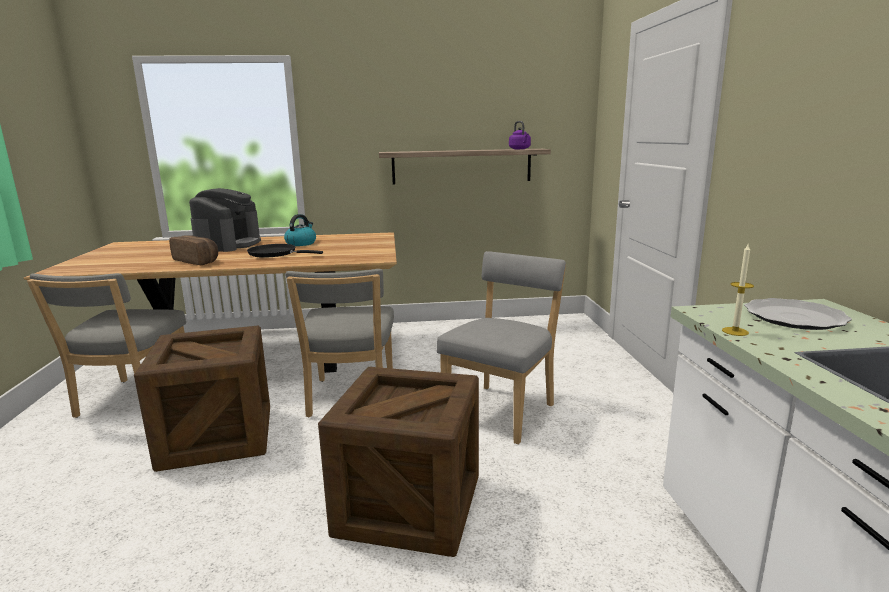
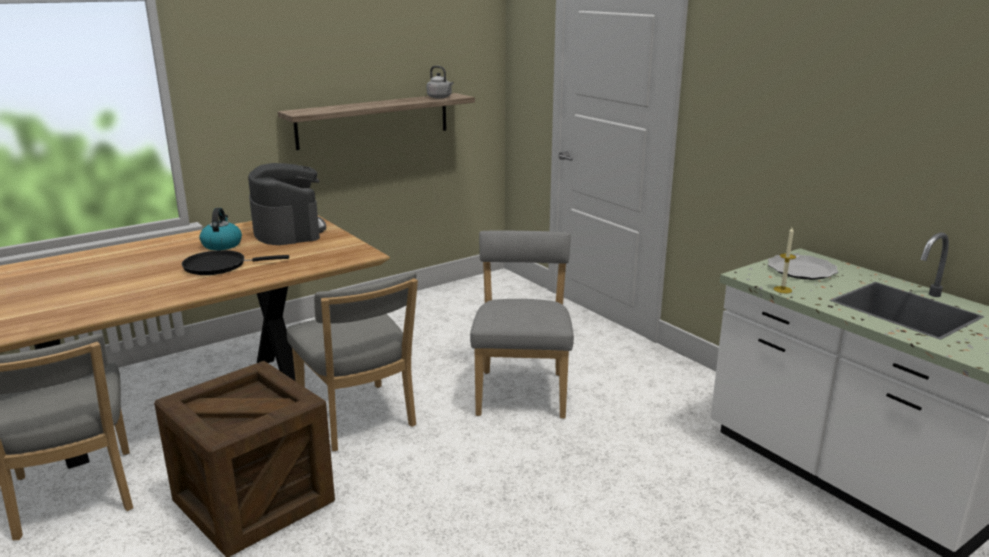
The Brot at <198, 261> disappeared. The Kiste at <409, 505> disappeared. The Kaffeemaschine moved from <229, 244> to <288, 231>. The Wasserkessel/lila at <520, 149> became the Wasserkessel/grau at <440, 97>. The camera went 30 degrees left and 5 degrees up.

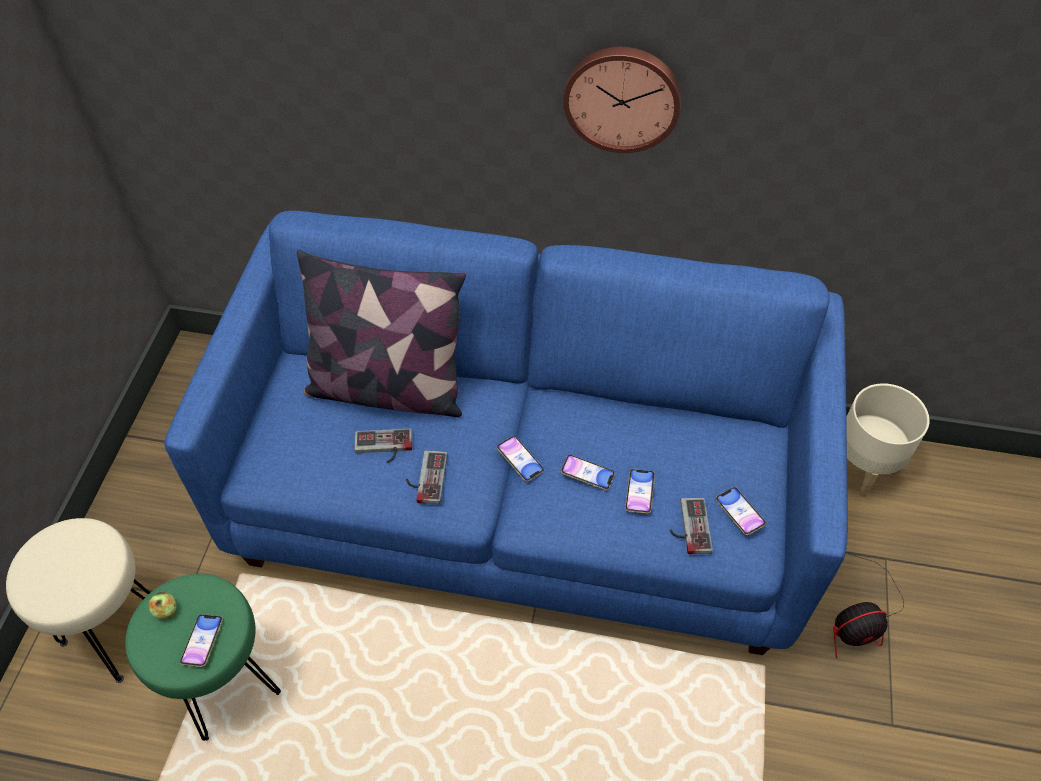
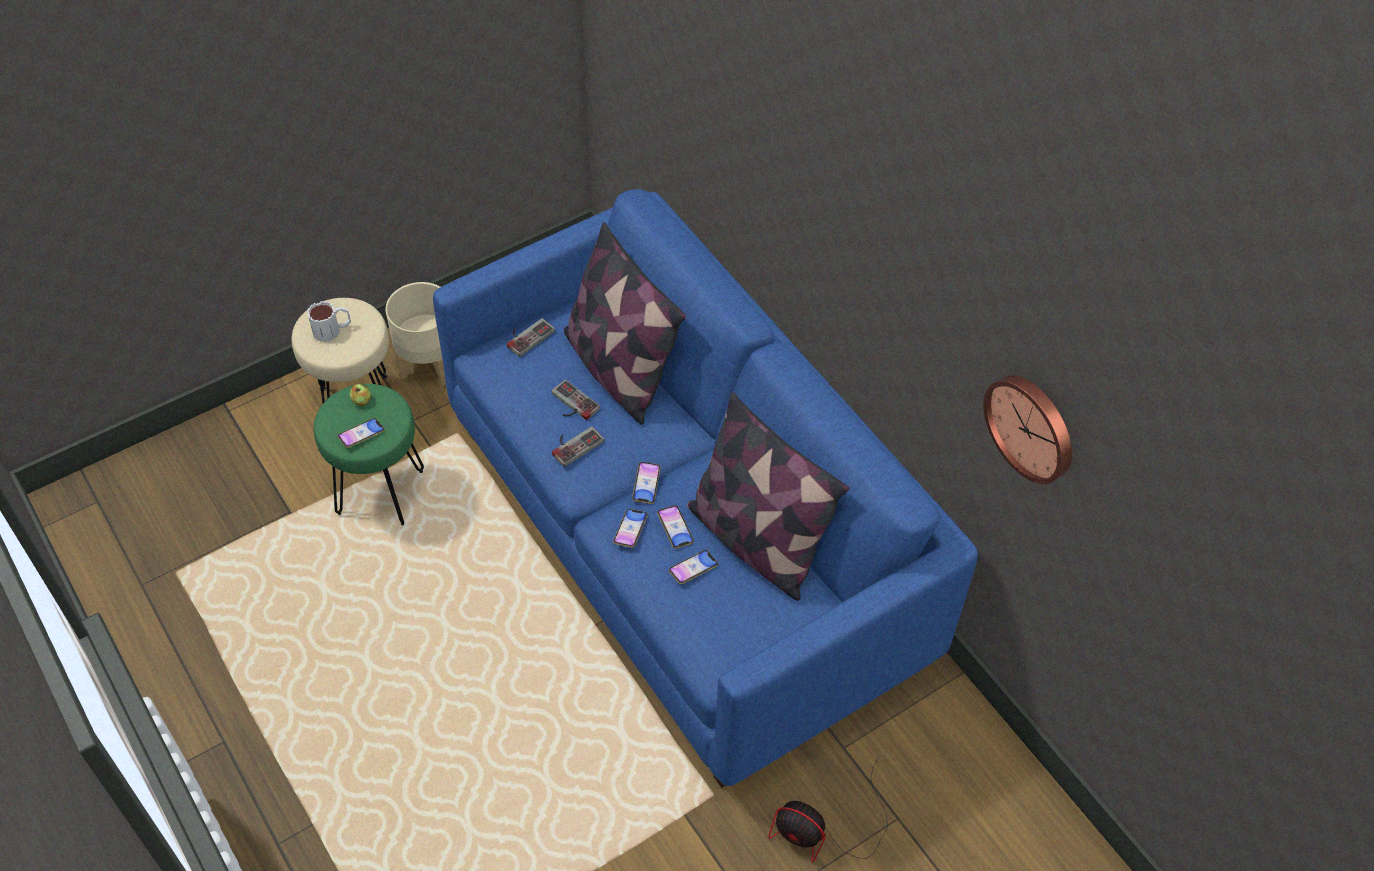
The Henkelbecher at <332, 330> appeared. The Kissen at <756, 540> appeared. The Wanduhr moved from <622, 97> to <1032, 426>. The Gamepad moved from <688, 527> to <527, 335>. The Handy moved from <739, 513> to <630, 530>. The Pflanzkübel/beige moved from <862, 466> to <430, 364>. The camera went 45 degrees right and 0 degrees up.

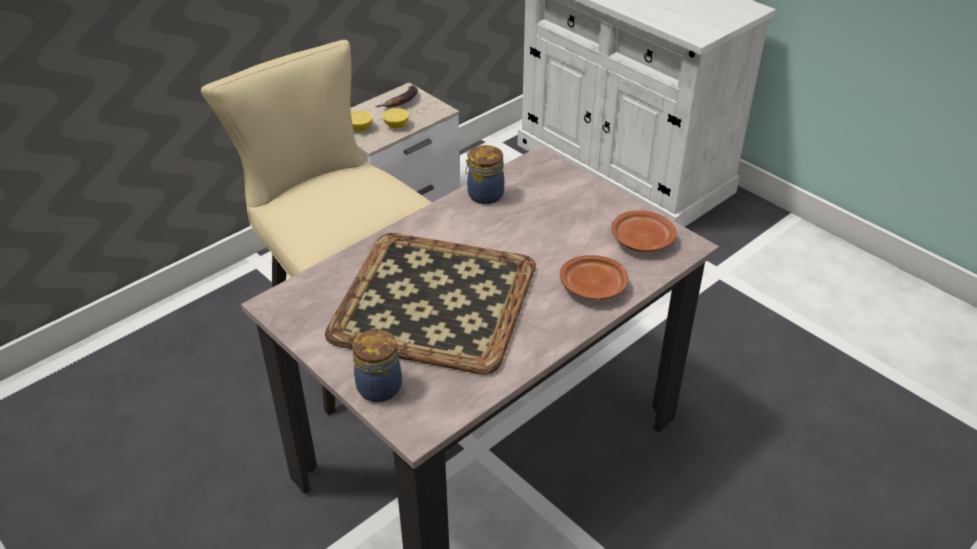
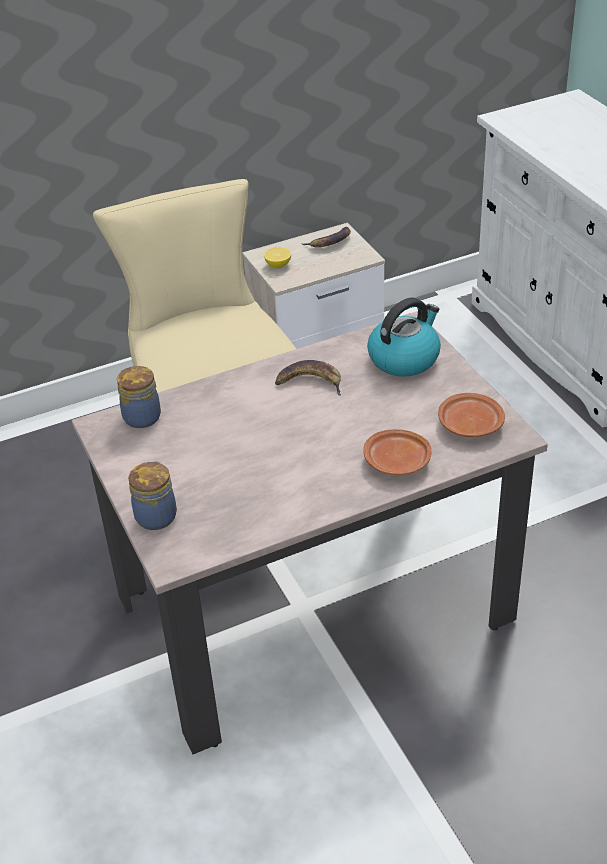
The Tablett at <433, 299> disappeared. The Zitrone at <396, 125> disappeared. The Banane at <310, 382> appeared. The Wasserkessel at <404, 358> appeared. The Vorratsglas moved from <484, 194> to <141, 416>. The camera went 20 degrees right and 0 degrees up.

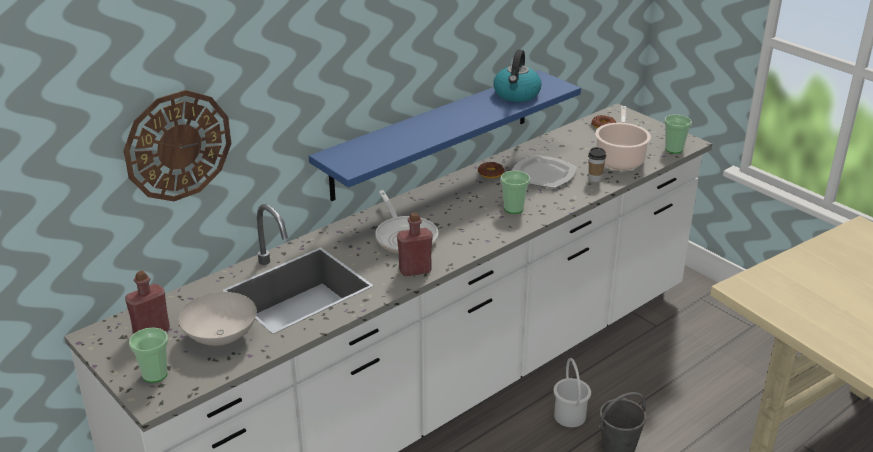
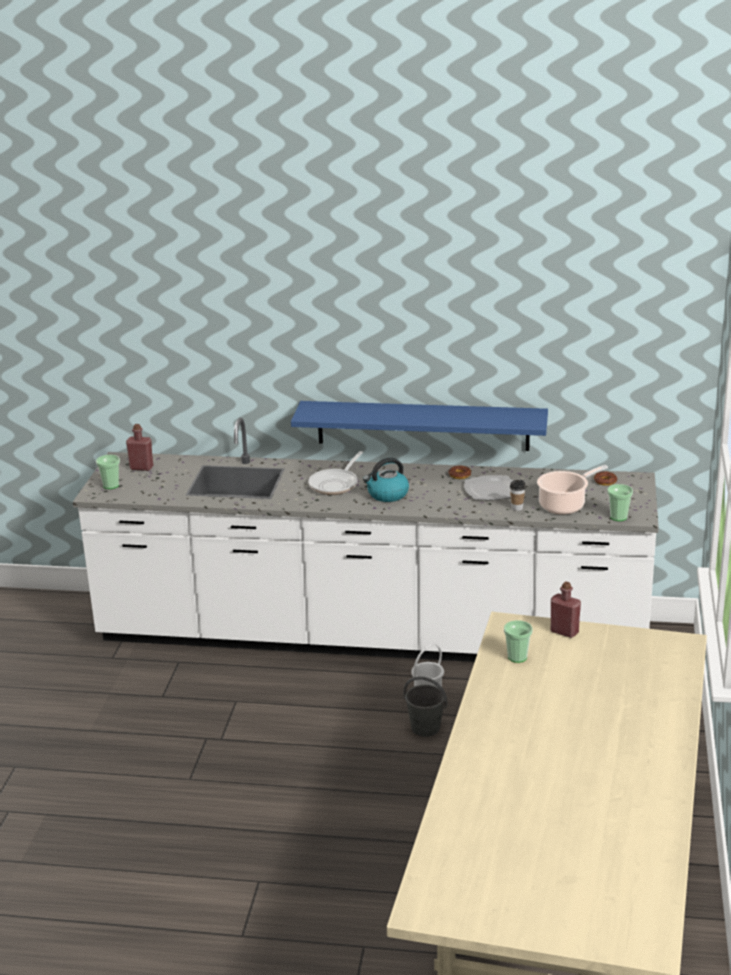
The Wanduhr at <178, 145> disappeared. The Schüssel/weiß at <219, 337> disappeared. The Flasche/rot moved from <415, 270> to <564, 631>. The Wasserkessel moved from <517, 94> to <387, 495>. The Tasse moved from <513, 208> to <517, 657>. The camera went 50 degrees right and 5 degrees down.

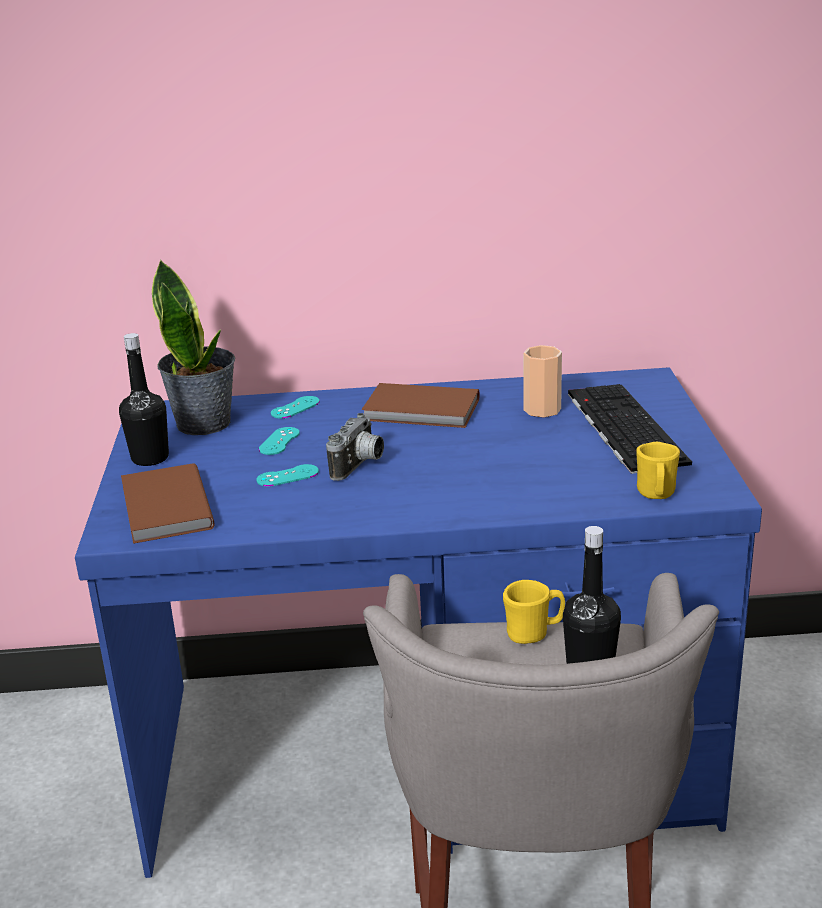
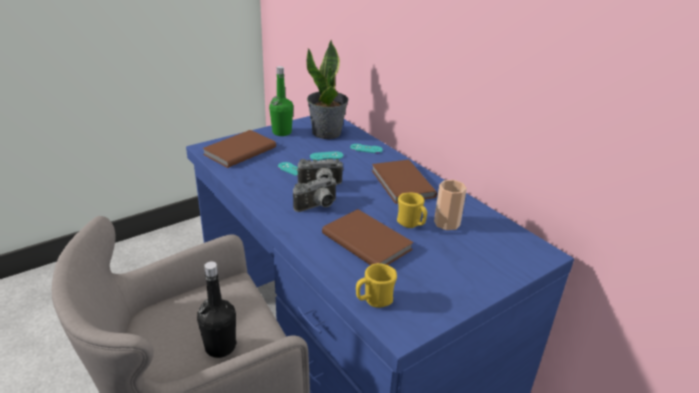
The Tastatur at <622, 427> disappeared. The Kamera at <318, 207> appeared. The Buch/braun at <367, 240> appeared. The Henkelbecher/gelb moved from <533, 633> to <411, 224>. The Flasche/schwarz at <150, 458> became the Flasche/grün at <282, 132>. The camera went 55 degrees right and 5 degrees up.

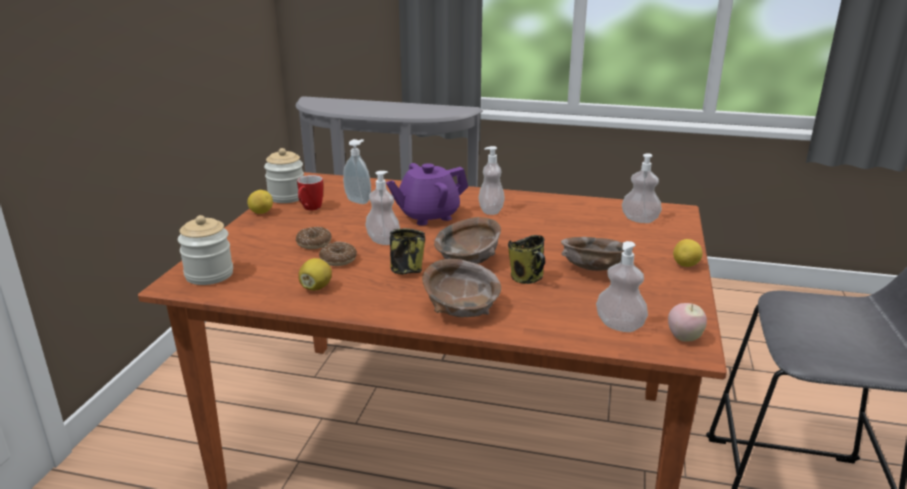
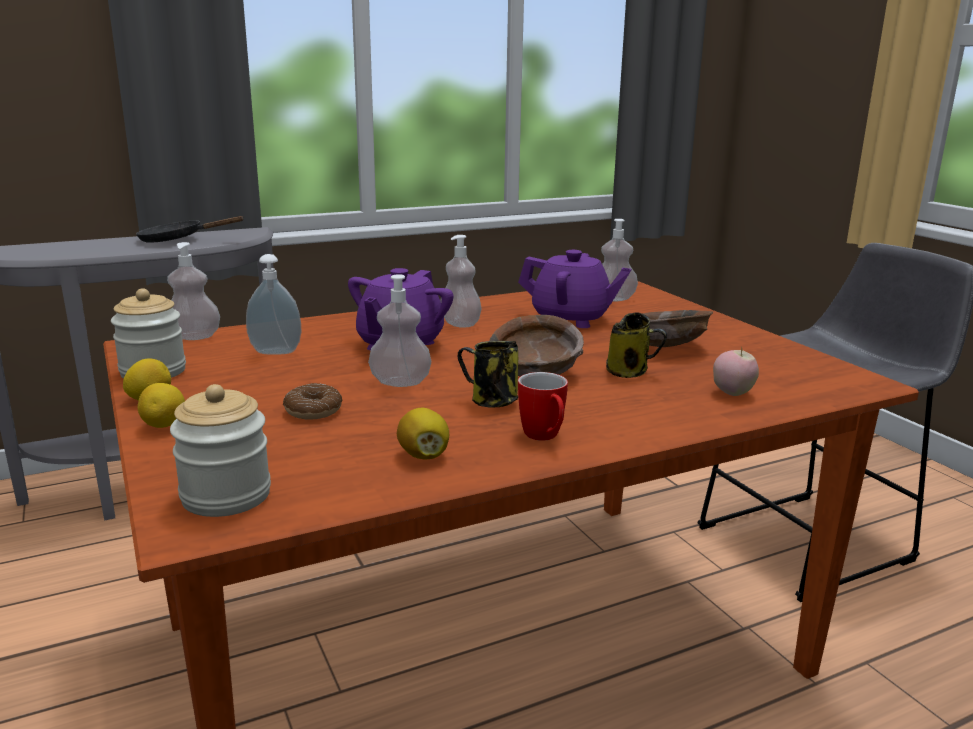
The Donut at <338, 260> disappeared. The Schüssel/braun at <460, 308> disappeared. The Pfanne/schwarz at <178, 240> appeared. The Teekanne/lila at <571, 319> appeared. The Henkelbecher moved from <309, 209> to <545, 438>. The Seifenspender moved from <619, 325> to <194, 337>. The Apfel moved from <684, 338> to <732, 393>. The Zitrone moved from <686, 265> to <165, 426>. The camera went 40 degrees left and 5 degrees down.

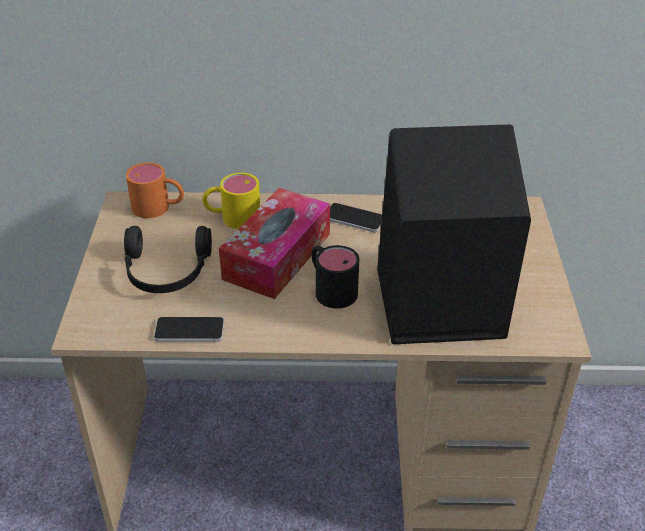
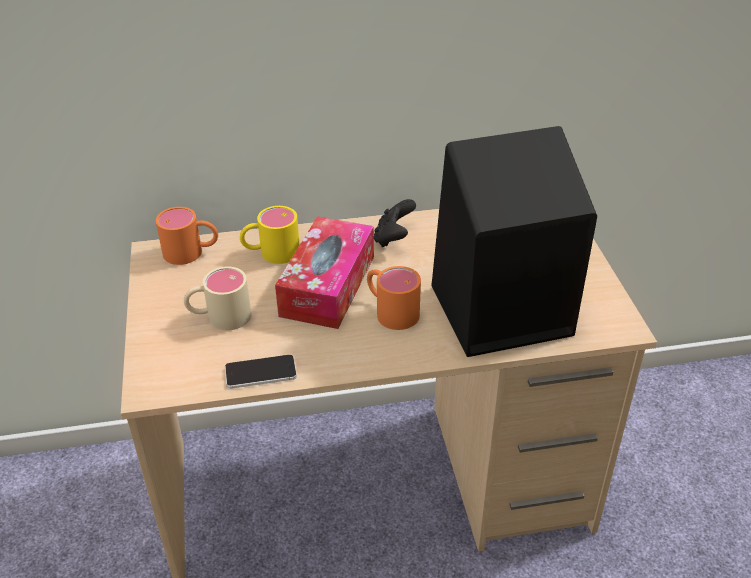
The Kopfhörer/schwarz at <166, 272> was replaced by the Henkelbecher/beige at <219, 317>. The Handy at <354, 218> was replaced by the Gamepad/schwarz at <393, 238>. The Henkelbecher/schwarz at <330, 288> became the Henkelbecher/orange at <390, 310>. The camera went 10 degrees left and 0 degrees up.

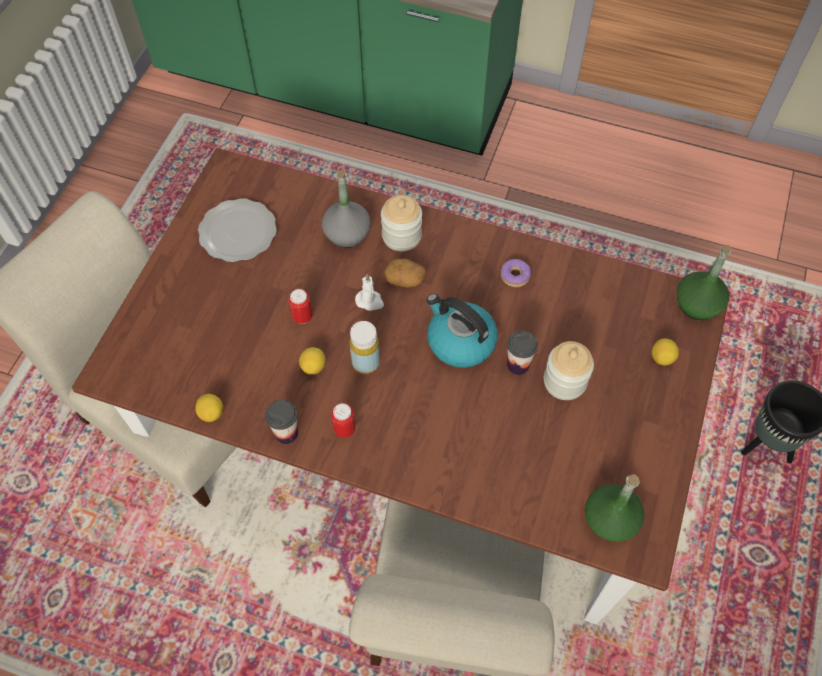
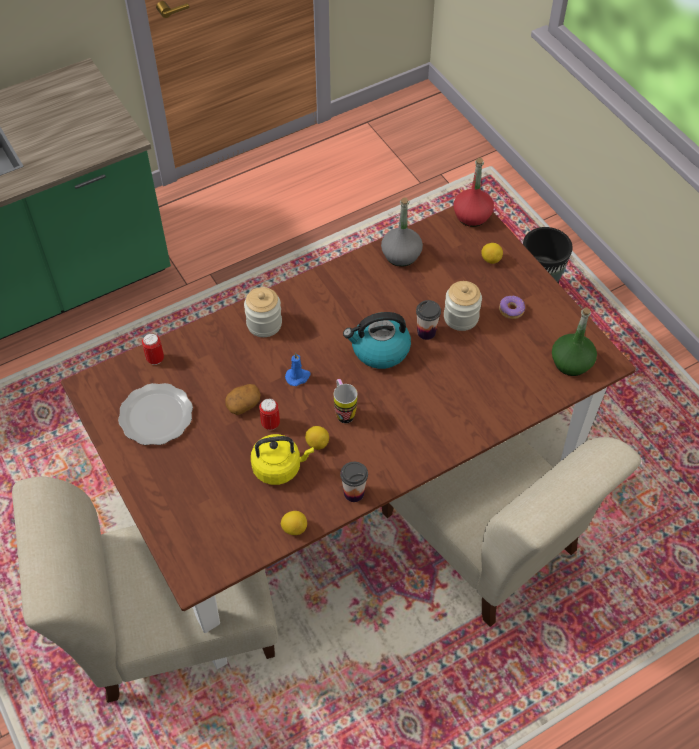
The Wasserkessel/gelb at <279, 467> appeared. The Flasche/grau moved from <347, 233> to <401, 255>. The Dose moved from <344, 429> to <155, 359>. The Kartoffel moved from <405, 279> to <243, 404>. The Donut moved from <515, 276> to <511, 310>. The Flasche/gelb at <365, 362> was replaced by the Henkelbecher at <343, 411>. The Kerze/weiß at <370, 301> became the Kerze/blau at <298, 377>. The Flasche/grün at <697, 305> became the Flasche/rot at <472, 216>. The camera went 50 degrees left and 5 degrees down.

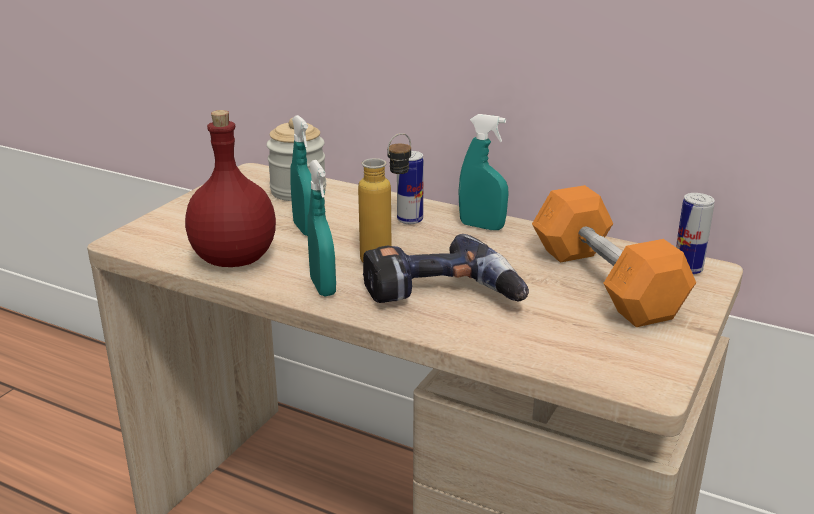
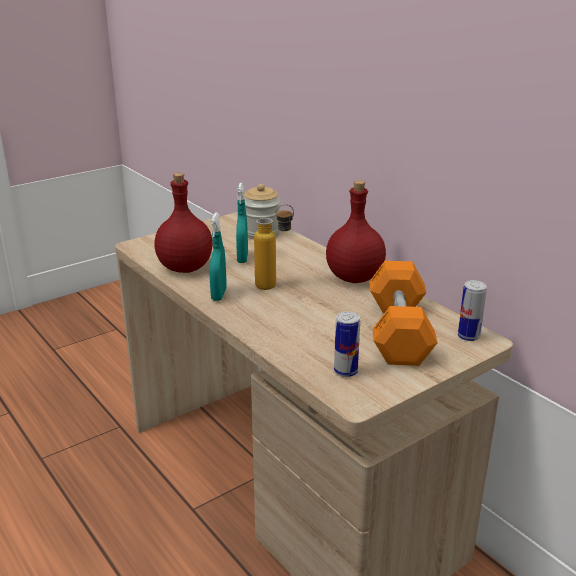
The Bohrmaschine at <442, 298> disappeared. The Dose moved from <410, 220> to <345, 371>. The Sprühflasche/türkis at <481, 226> was replaced by the Flasche/rot at <355, 278>. The camera went 25 degrees right and 0 degrees up.

